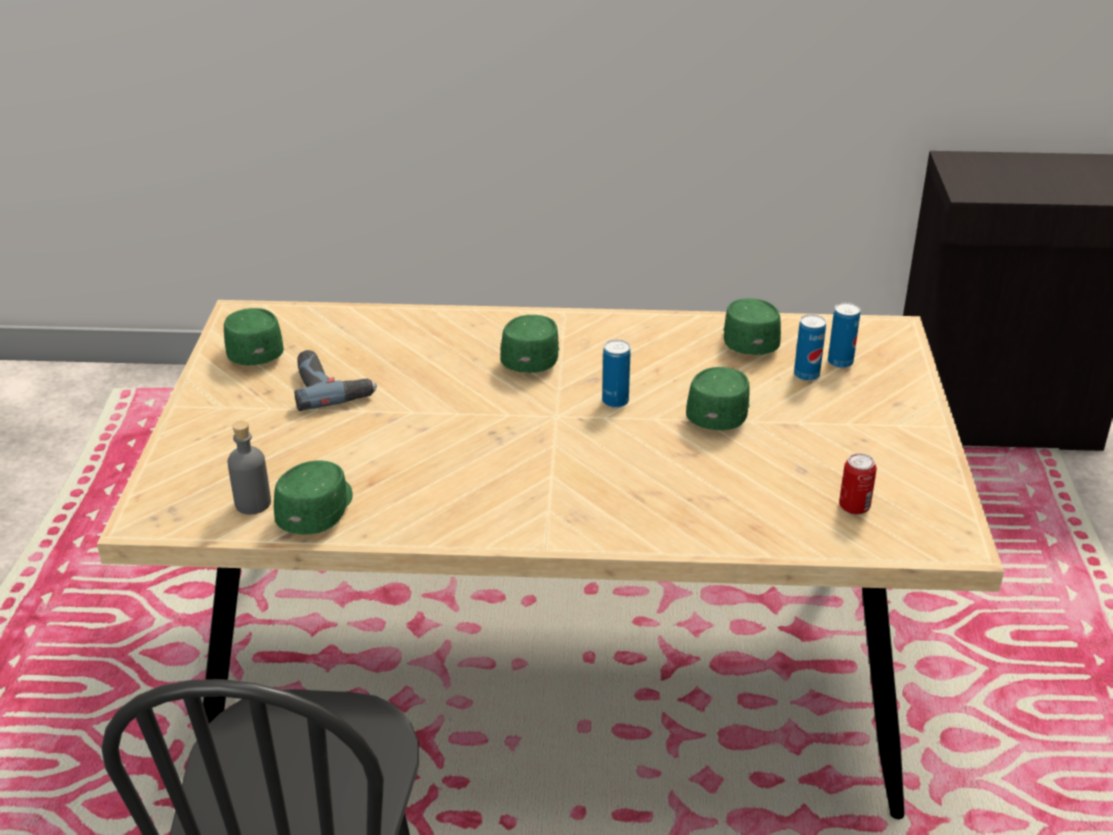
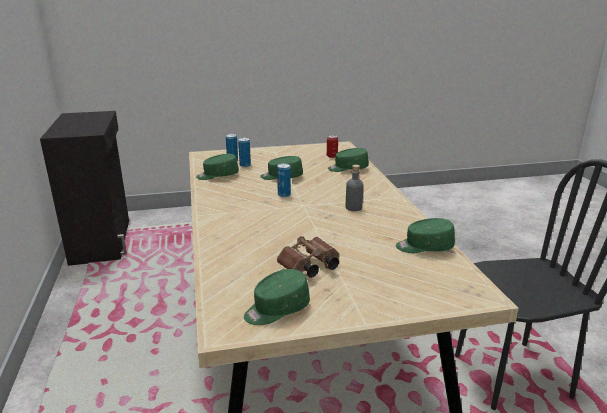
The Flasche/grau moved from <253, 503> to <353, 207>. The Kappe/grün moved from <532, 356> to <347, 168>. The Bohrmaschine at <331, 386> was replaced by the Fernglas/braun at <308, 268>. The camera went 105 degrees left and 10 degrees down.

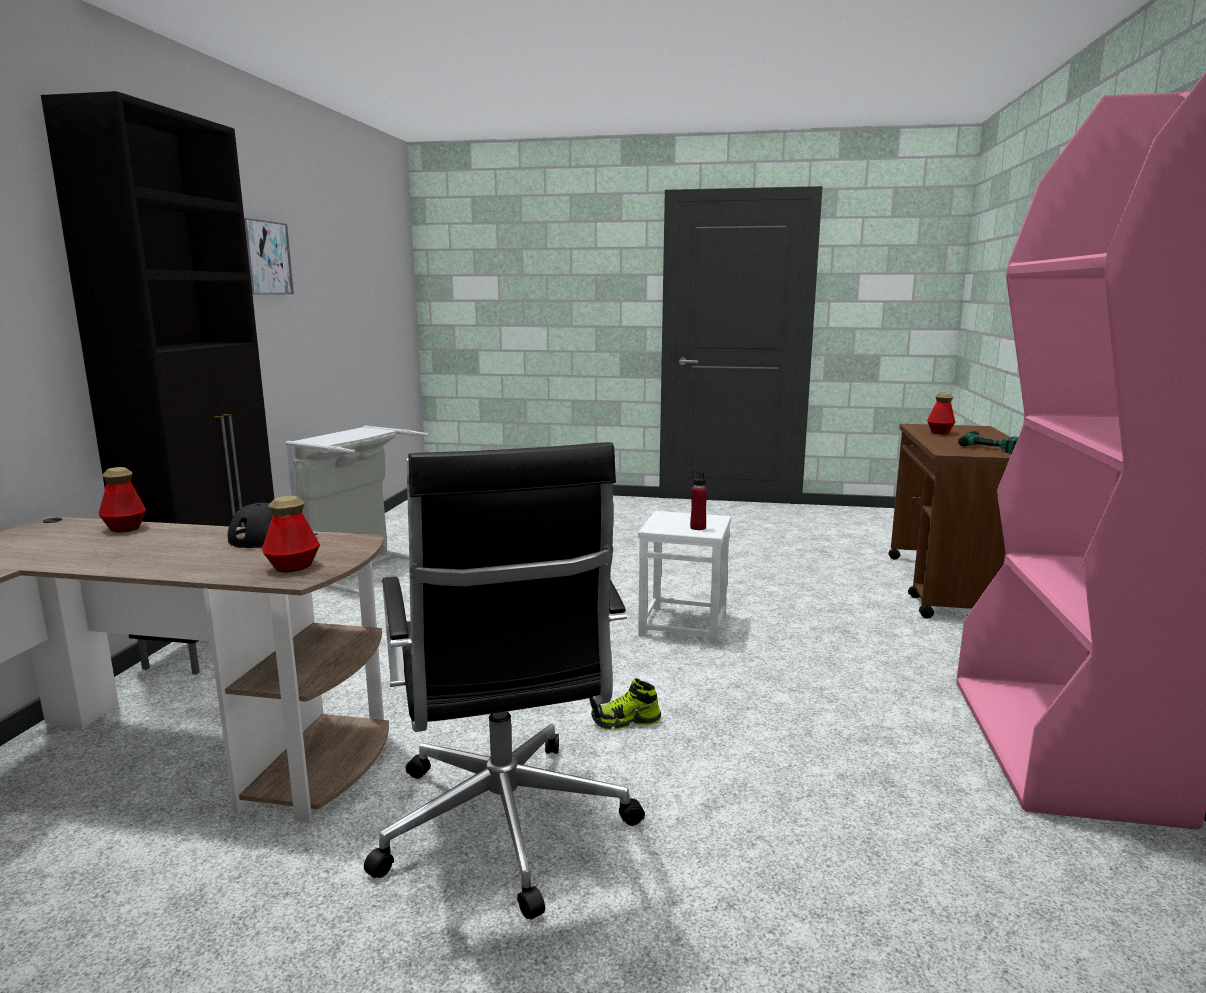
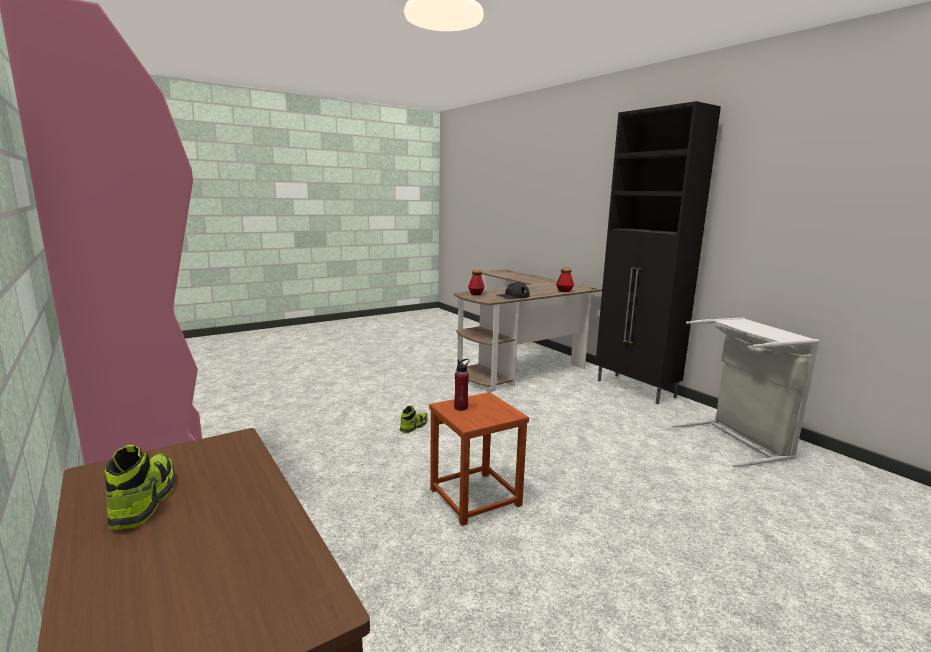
The Bild at <264, 258> disappeared. The Bürostuhl/schwarz at <504, 828> disappeared. The Flasche at <939, 432> disappeared. The Bohrmaschine at <991, 445> was replaced by the Schuh at <144, 500>. The Hocker/weiß at <683, 624> became the Hocker/braun at <475, 498>. The camera went 135 degrees right and 0 degrees up.

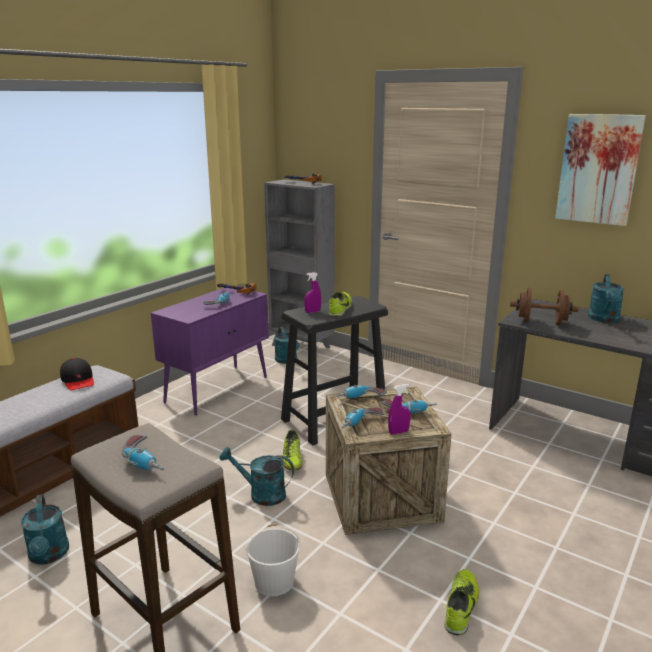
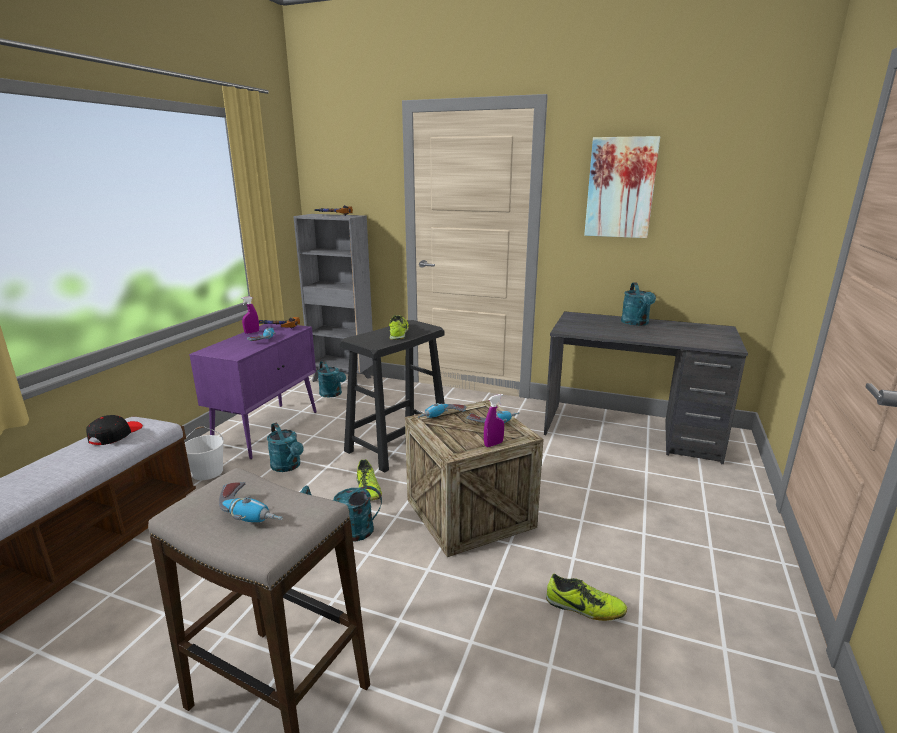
The Bohrmaschine at <361, 424> disappeared. The Hantel/braun at <541, 322> disappeared. The Gießkanne/türkis moved from <49, 556> to <288, 466>. The Eimer/weiß moved from <275, 581> to <208, 472>. The Sprühflasche/lila moved from <312, 312> to <252, 332>. The Kappe/schwarz at <78, 380> turned 120 degrees counterclockwise. The Schuh at <461, 606> turned 105 degrees clockwise. The camera went 15 degrees left and 0 degrees up.

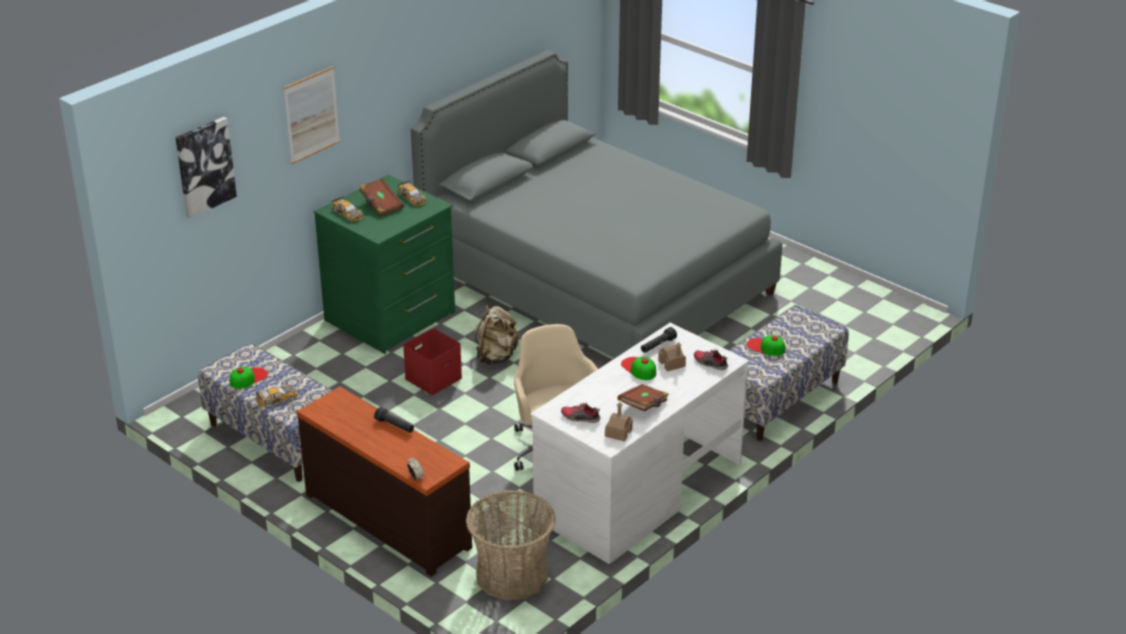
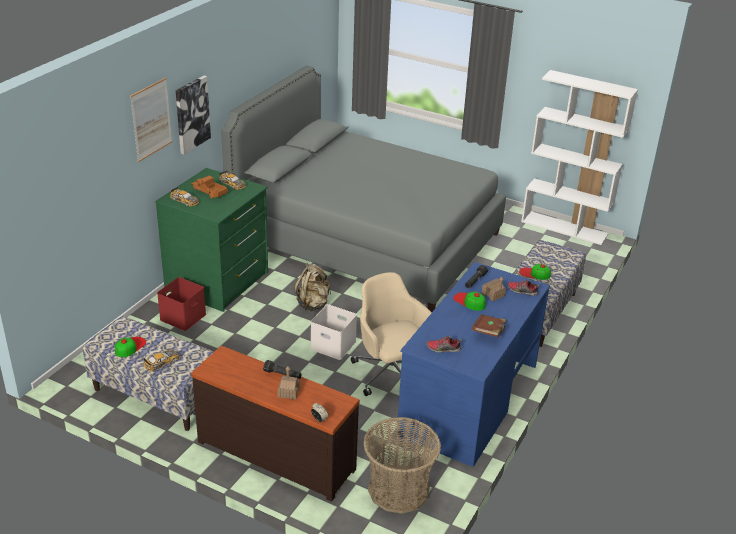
The Aufbewahrungsbox/weiß at <332, 345> appeared. The Bücherregal/weiß at <564, 228> appeared. The Bild moved from <204, 166> to <191, 114>. The Aufbewahrungsbox/rot moved from <433, 377> to <183, 316>. The Spielzeughaus moved from <618, 433> to <288, 392>. The Buch/braun at <381, 205> was replaced by the Spielzeuglaster at <209, 191>. The Schreibtisch/weiß at <638, 490> became the Schreibtisch/blau at <468, 400>. The camera went 15 degrees left and 0 degrees up.

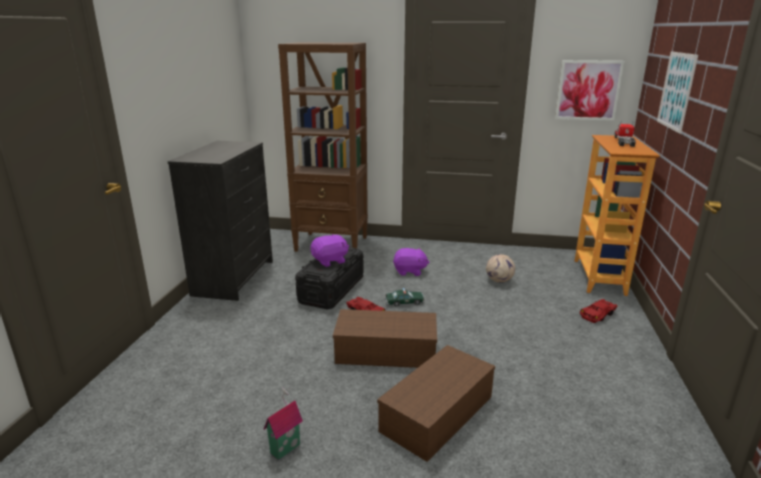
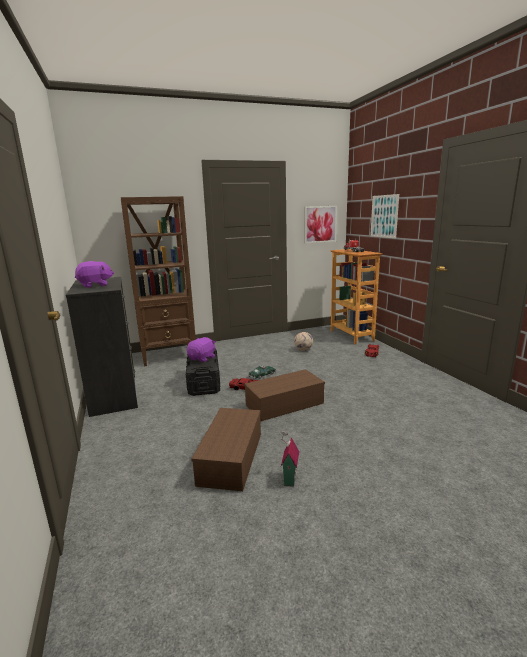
The Aufbewahrungsbox/braun moved from <437, 415> to <231, 459>. The Plüschtier/lila moved from <409, 271> to <95, 285>. The camera went 30 degrees left and 5 degrees down.

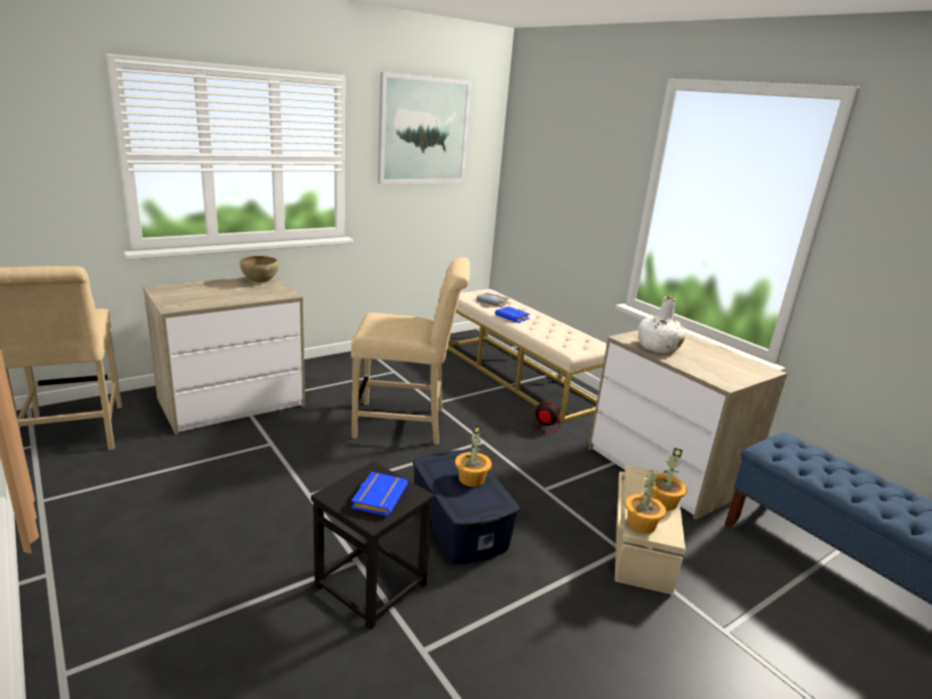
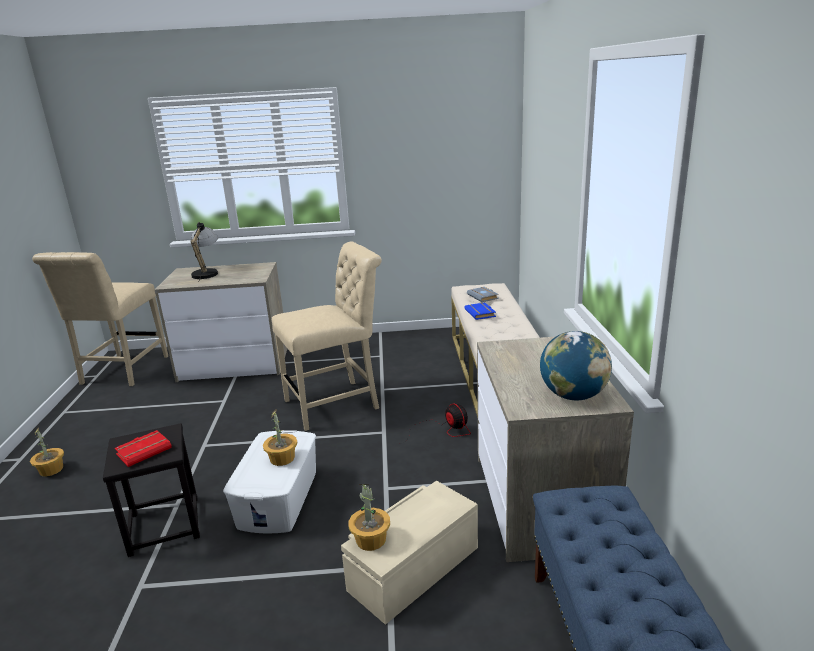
The Schüssel/braun at <260, 282> disappeared. The Bild at <423, 131> disappeared. The Flasche/weiß at <658, 348> disappeared. The Tischlampe at <207, 273> appeared. The Globus at <573, 396> appeared. The Topfpflanze moved from <663, 502> to <52, 469>. The Buch/blau at <378, 497> became the Buch/rot at <144, 451>. The Aufbewahrungsbox/blau at <460, 524> became the Aufbewahrungsbox/weiß at <279, 498>. The Stuhl/beige at <406, 424> turned 60 degrees counterclockwise. The camera went 35 degrees right and 0 degrees up.

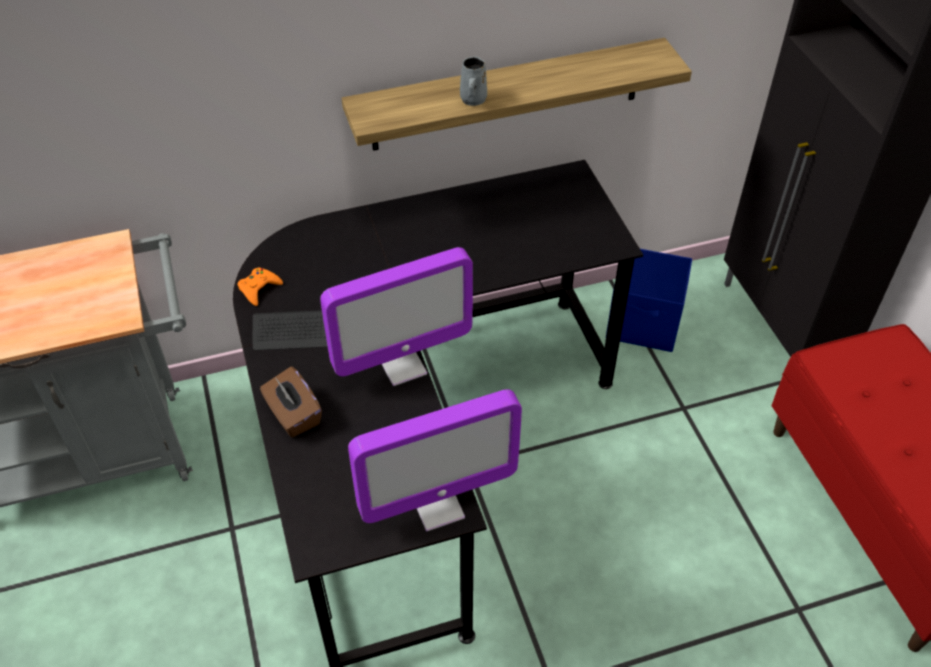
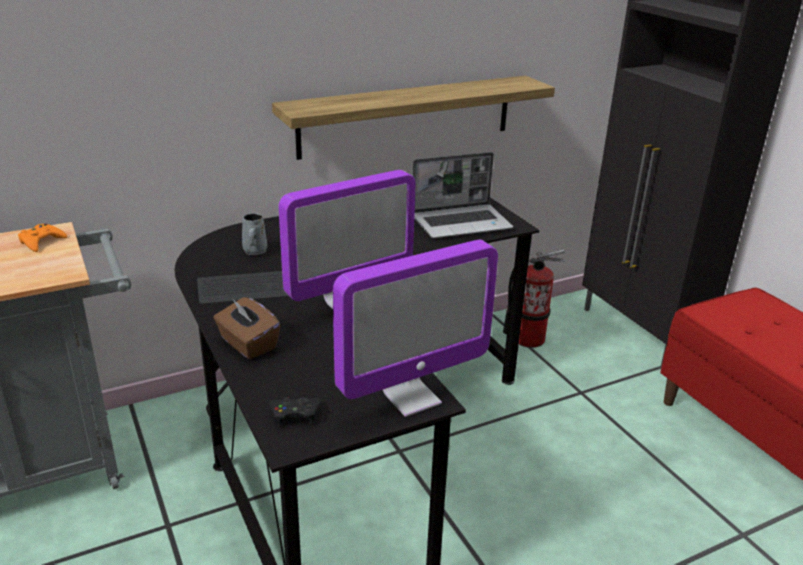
The Gamepad/schwarz at <295, 414> appeared. The Laptop at <462, 223> appeared. The Gamepad/orange moved from <259, 288> to <41, 241>. The Henkelbecher/grau moved from <473, 100> to <254, 251>. The Aufbewahrungsbox/blau at <644, 324> was replaced by the Feuerlöscher at <528, 338>. The camera went 10 degrees left and 20 degrees down.

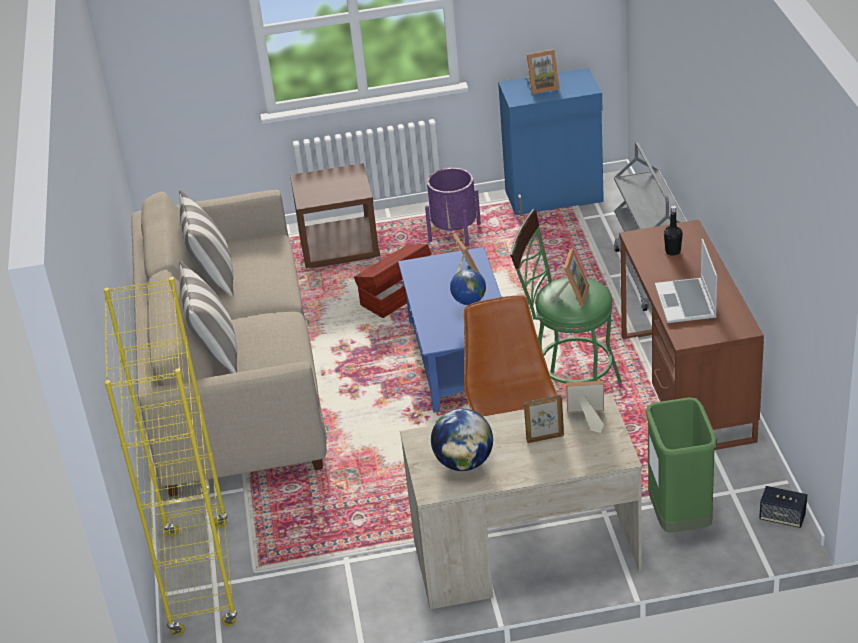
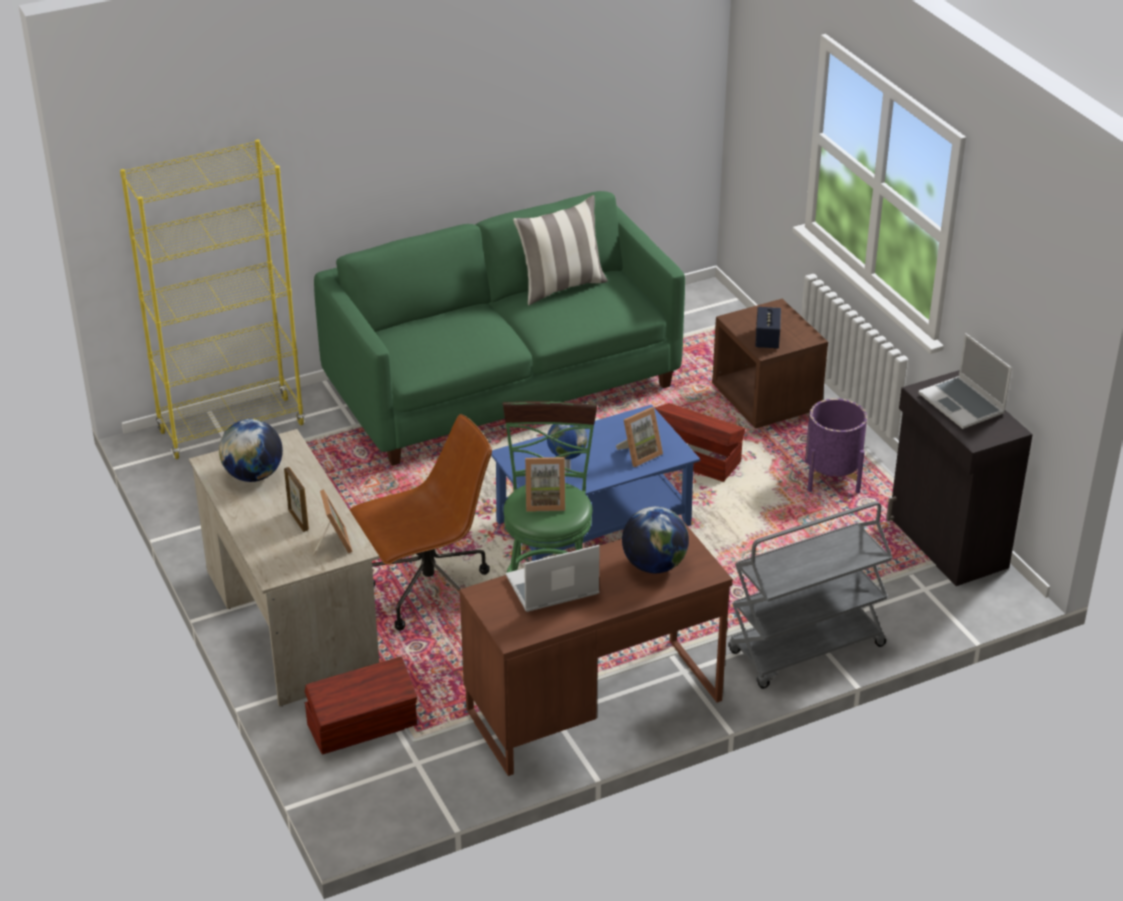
The Kissen at <215, 352> disappeared. The Lautsprecher moved from <782, 517> to <767, 339>. The Bilderrahmen at <542, 87> was replaced by the Laptop at <963, 404>. The Mülleimer/grün at <679, 519> was replaced by the Aufbewahrungsbox/braun at <363, 726>. The Flasche/schwarz at <673, 251> was replaced by the Globus at <654, 565>. The Sofa/beige at <235, 387> became the Sofa/grün at <503, 386>. The Schrank/blau at <555, 197> became the Schrank/schwarz at <946, 543>. The camera went 70 degrees right and 0 degrees up.

